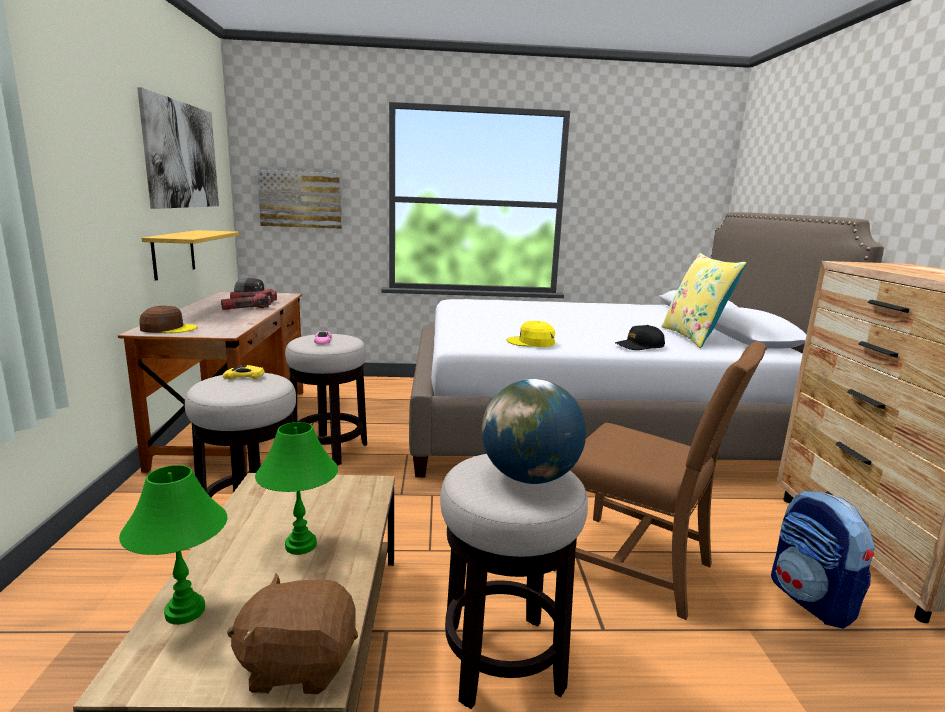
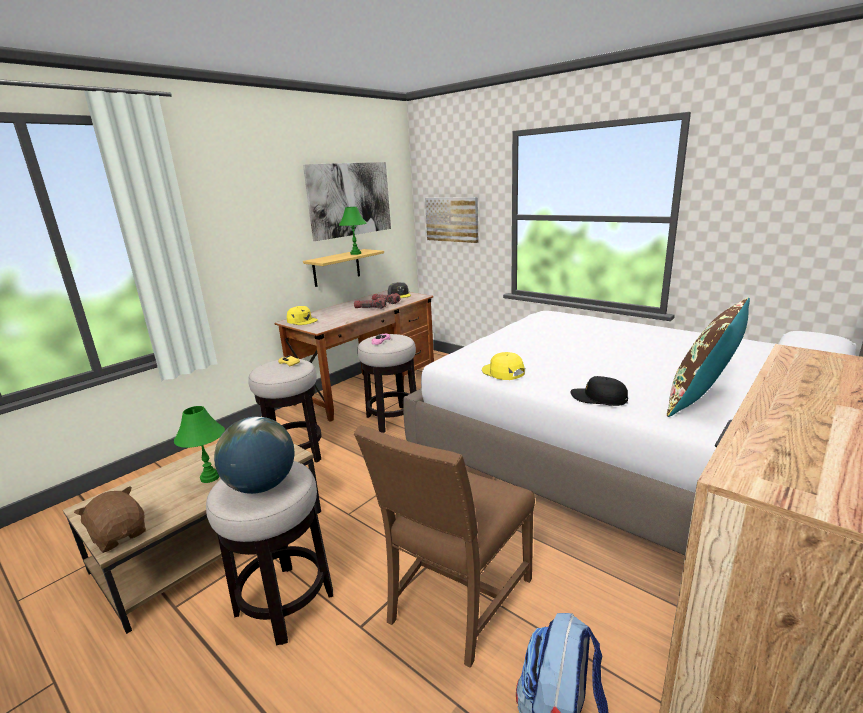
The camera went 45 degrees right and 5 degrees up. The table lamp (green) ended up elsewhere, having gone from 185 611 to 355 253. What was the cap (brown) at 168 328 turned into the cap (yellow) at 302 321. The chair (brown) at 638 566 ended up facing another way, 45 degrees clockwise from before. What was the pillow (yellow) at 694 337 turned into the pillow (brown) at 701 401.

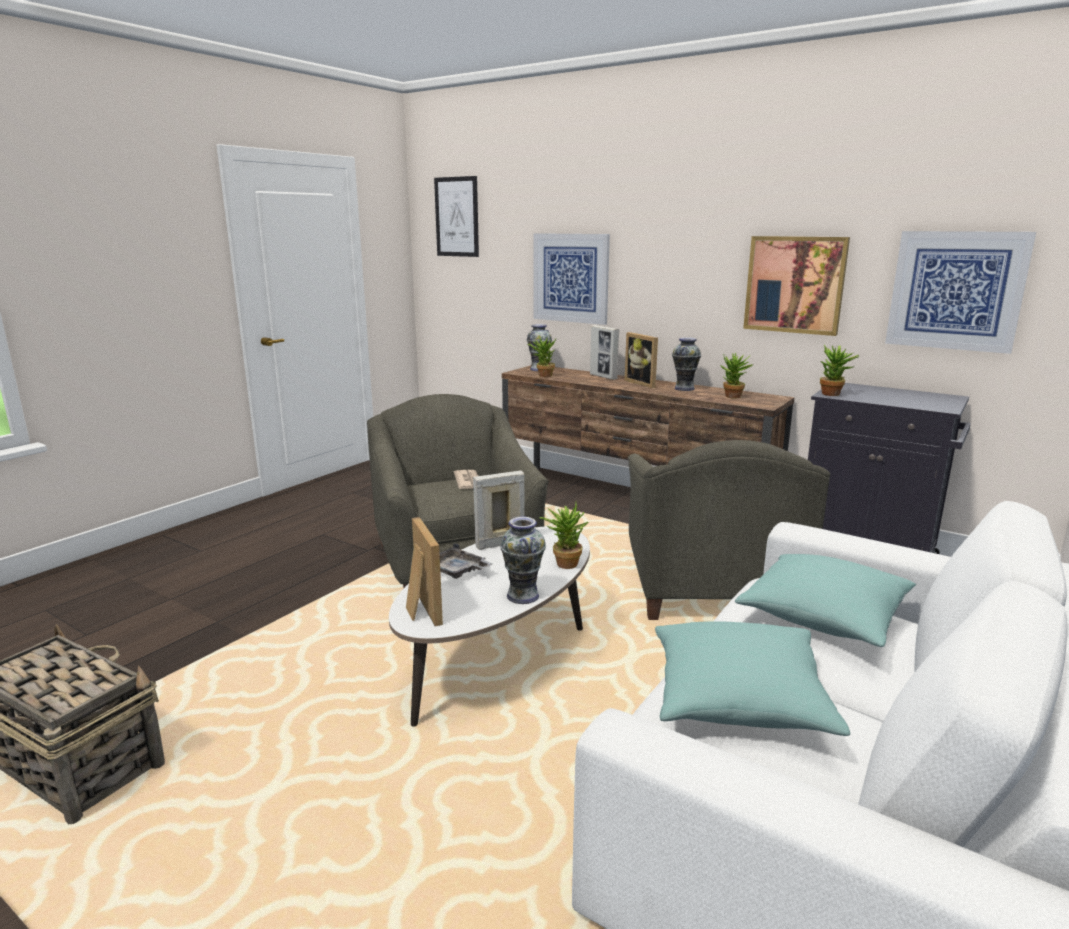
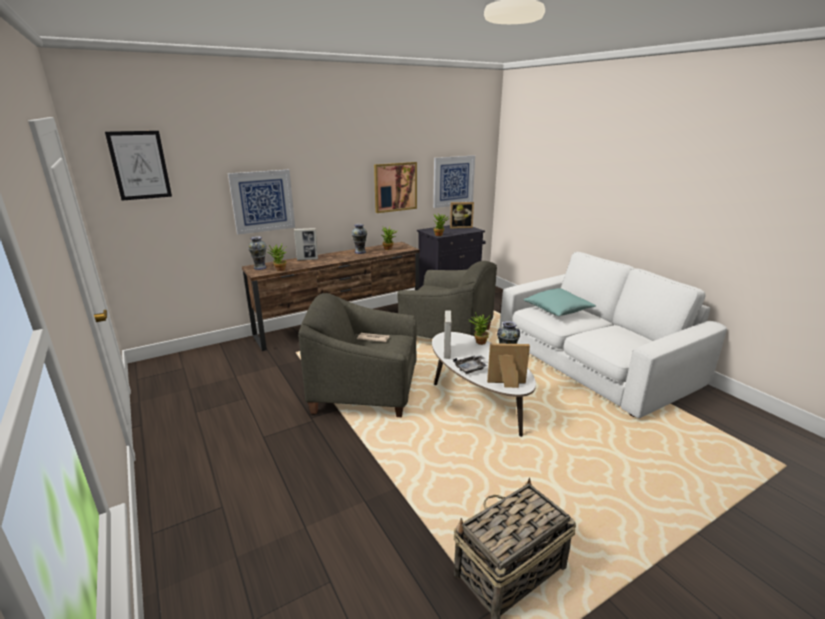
The camera went 65 degrees left and 5 degrees up. The picture frame ended up elsewhere, having gone from 643 383 to 460 227. The second view lost the pillow (turquoise) at 738 699.

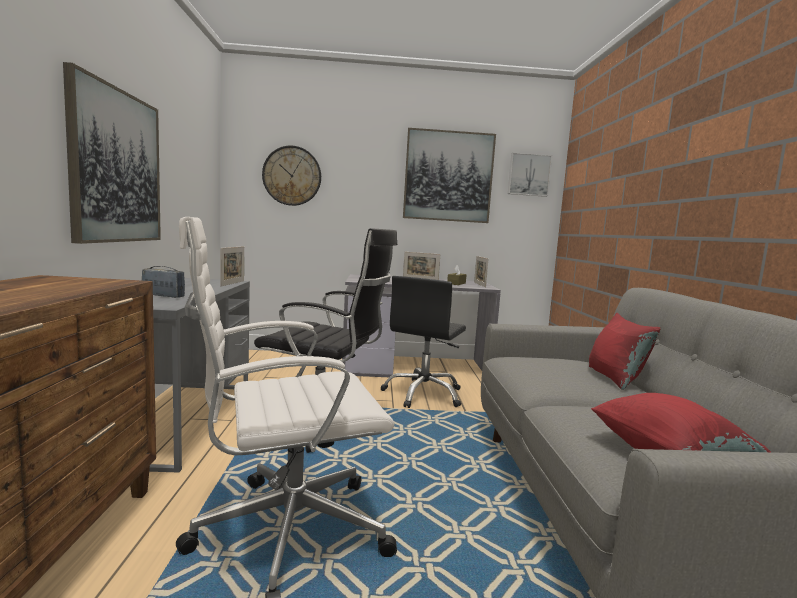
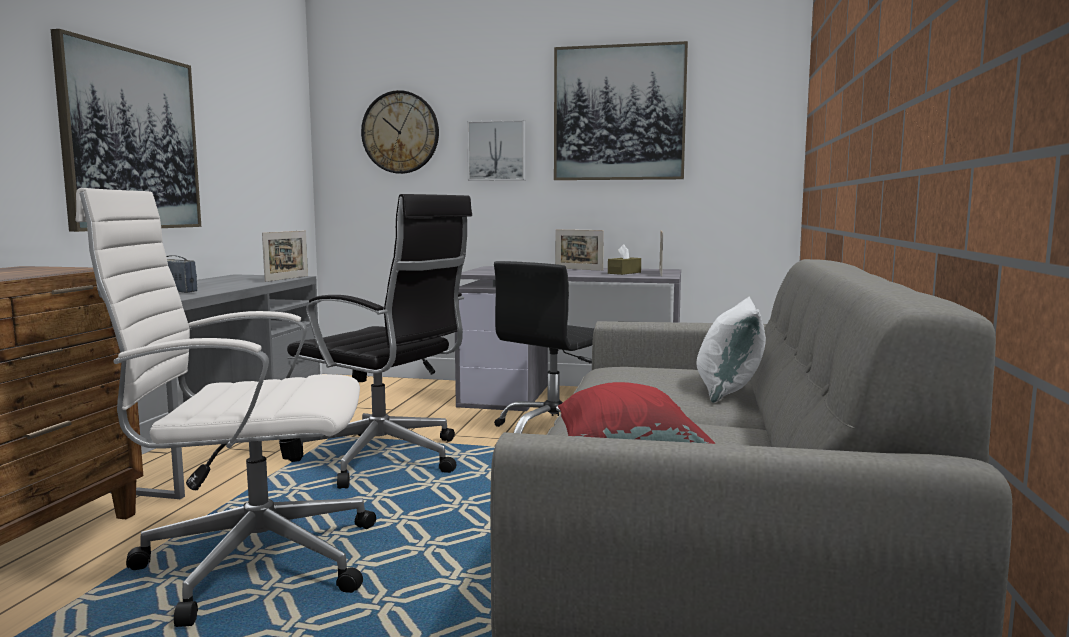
The camera went 15 degrees right and 0 degrees up. The picture ended up elsewhere, having gone from 528 175 to 497 151. What was the pillow (red) at 615 378 turned into the pillow (white) at 729 391.

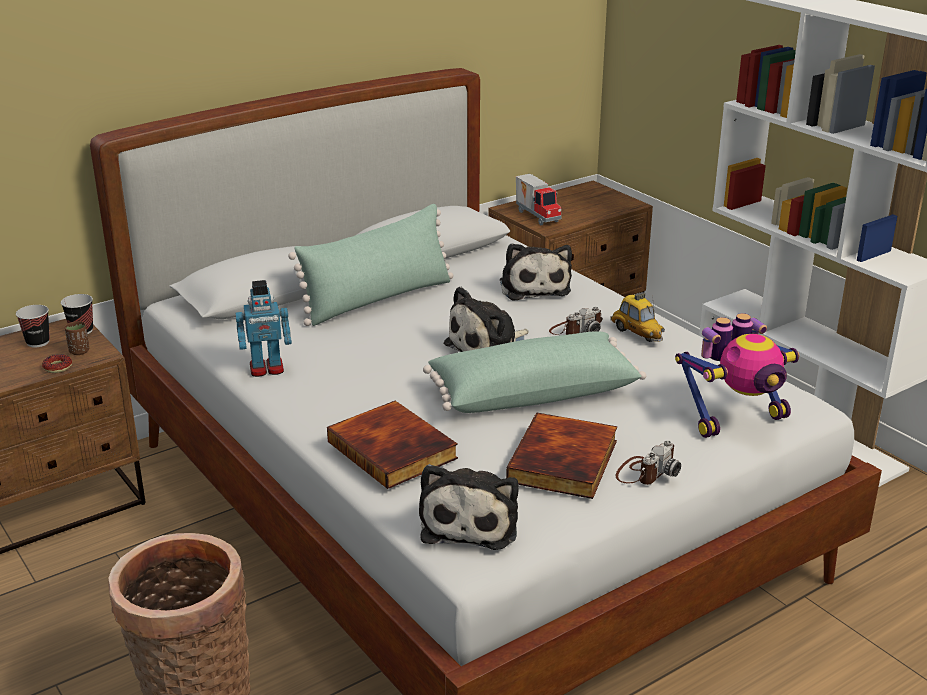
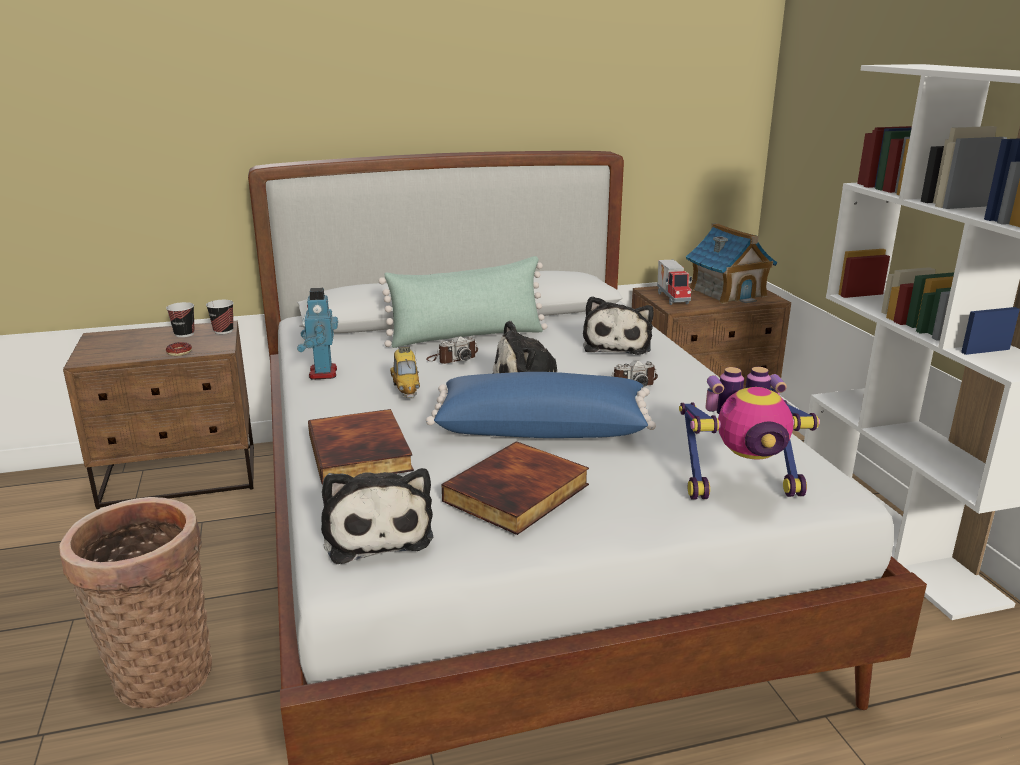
The camera went 20 degrees right and 5 degrees down. The second view lost the cup (brown) at 79 351. The toy robot at 267 369 ended up facing another way, 75 degrees clockwise from before. The plush toy at 470 522 ended up facing another way, 45 degrees counterclockwise from before. What was the pillow (green) at 532 393 turned into the pillow (blue) at 541 429. The toy car ended up elsewhere, having gone from 637 334 to 406 389. The photo camera ended up elsewhere, having gone from 645 472 to 452 359. The second view gained the toy house at 727 292.

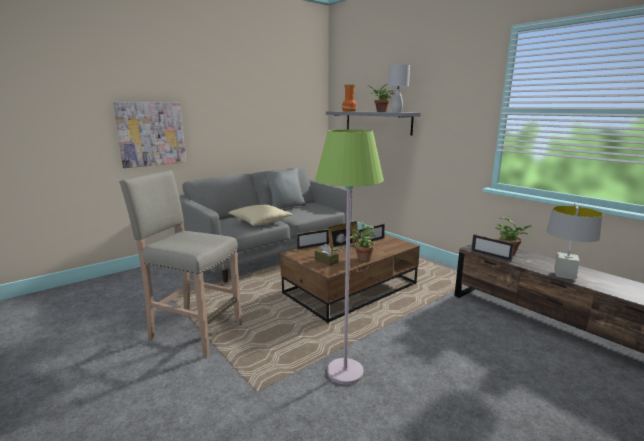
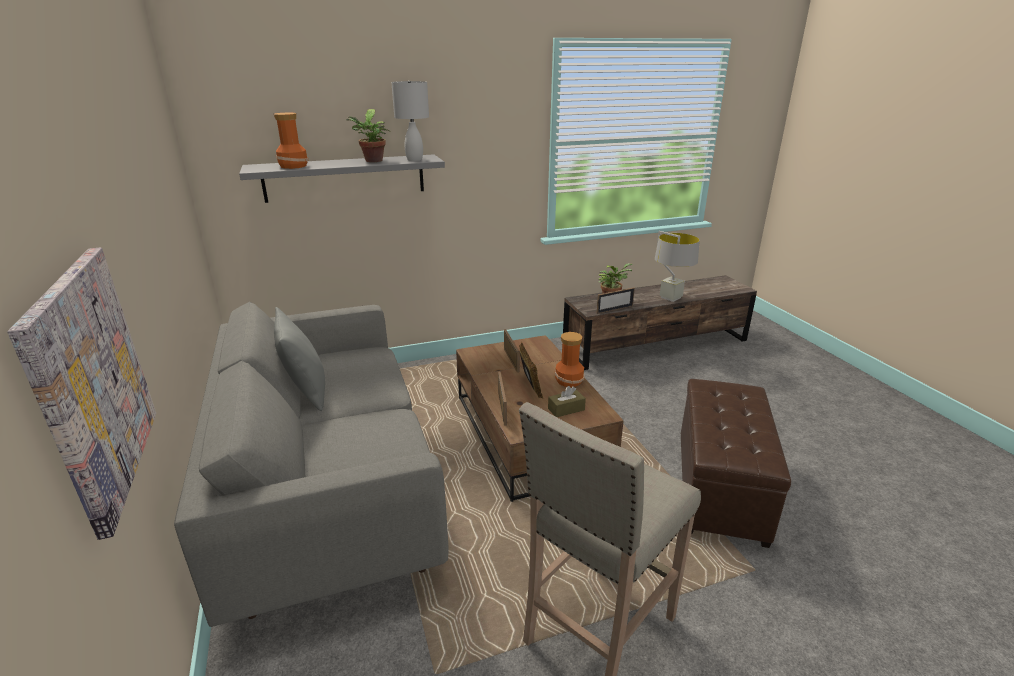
The camera went 70 degrees left and 10 degrees up. The second view lost the pillow (beige) at 260 222. Where the floor lamp (green) stood at 345 371, the ottoman (brown) came to stand at 718 488. Where the potted plant stood at 363 258, the vase came to stand at 568 380.

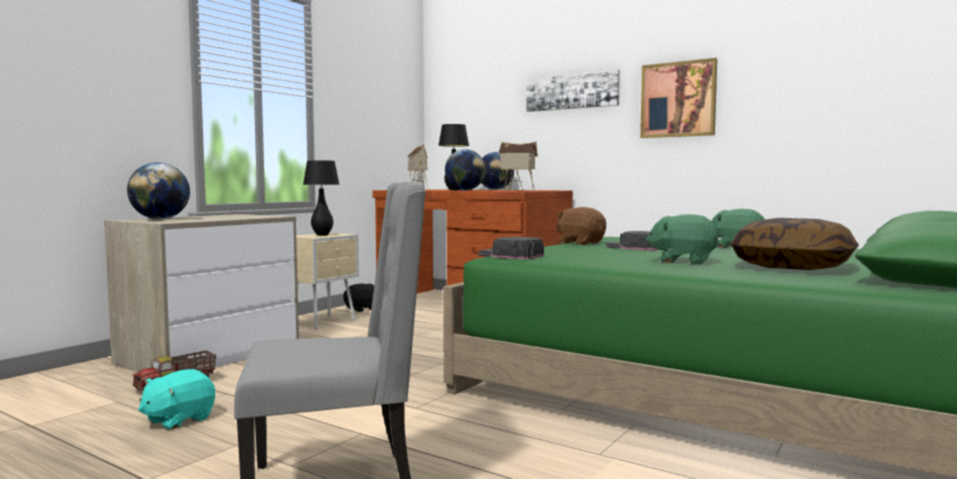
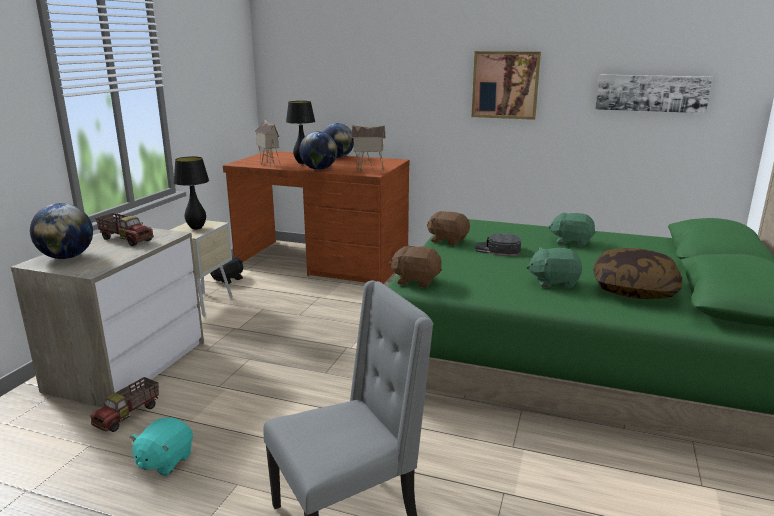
The camera went 15 degrees left and 15 degrees up. Where the cap (black) stood at 510 255, the plush toy (brown) came to stand at 416 281. The picture ended up elsewhere, having gone from 572 91 to 651 93. The second view gained the toy truck at 126 239.

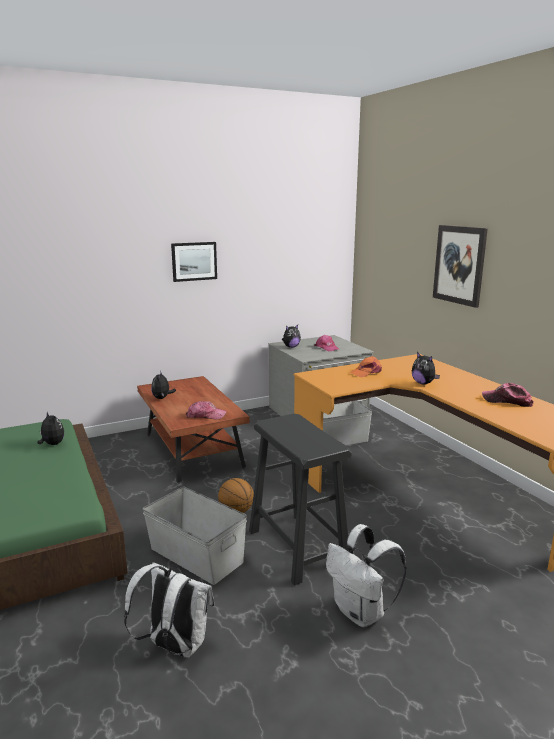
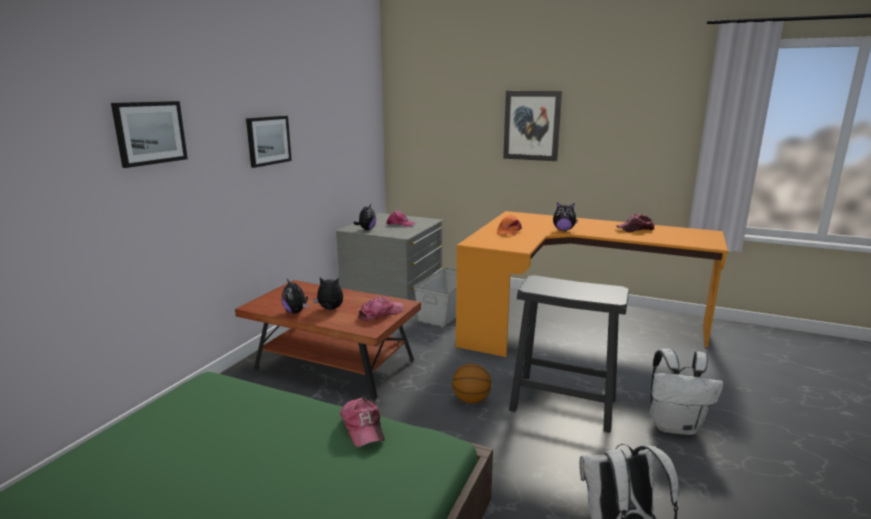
The camera went 40 degrees left and 0 degrees up. The plush toy ended up elsewhere, having gone from 52 444 to 330 309. The second view lost the storage box (grey) at 196 554. The second view gained the picture at 150 133. The second view gained the cap at 363 428.

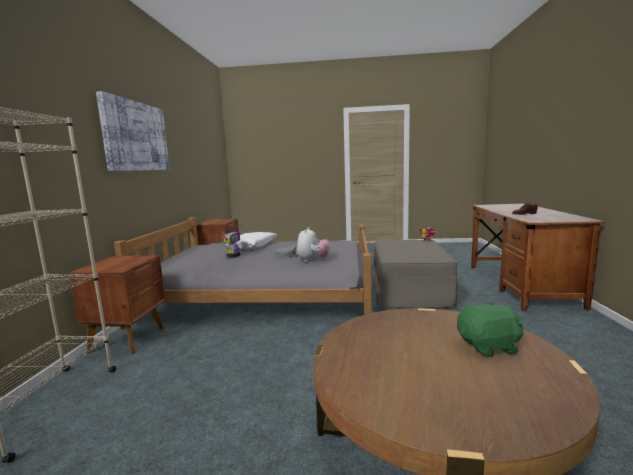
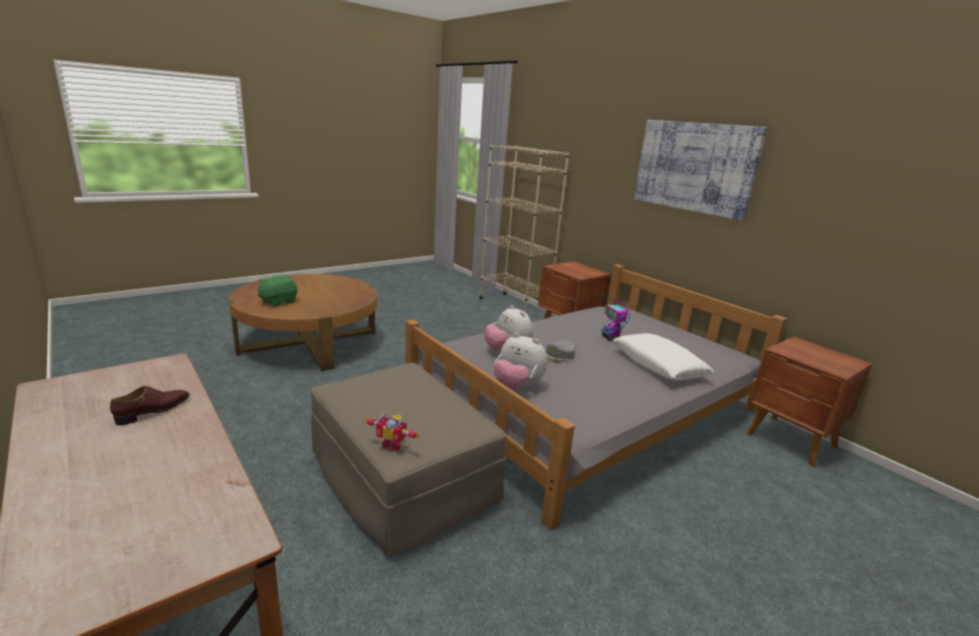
The camera went 135 degrees right and 10 degrees up. The second view gained the plush toy at 517 386.

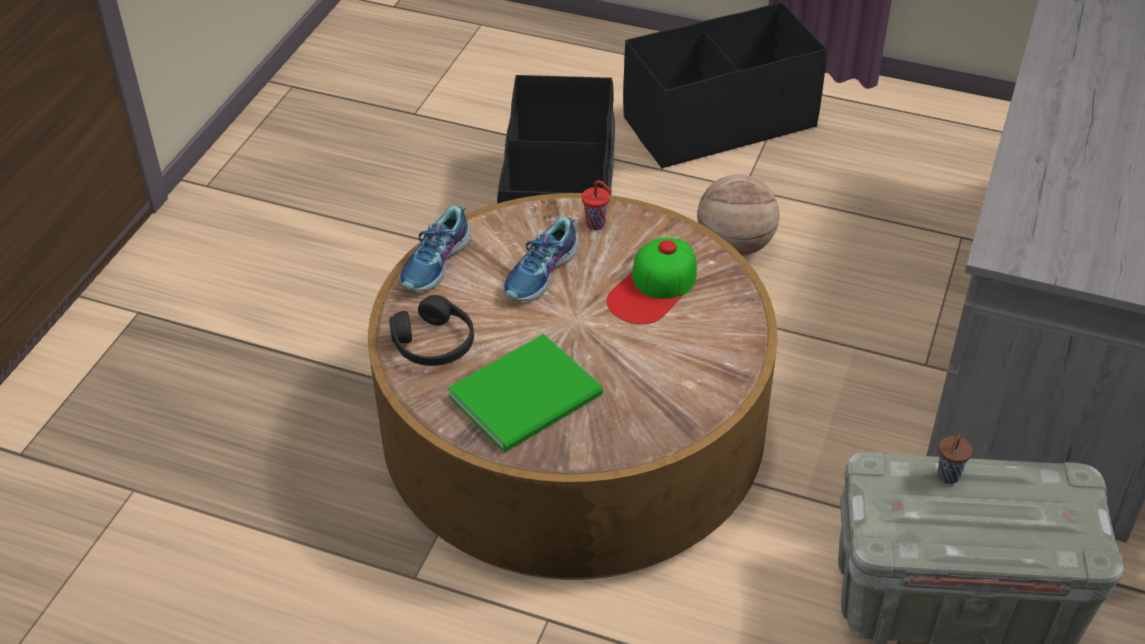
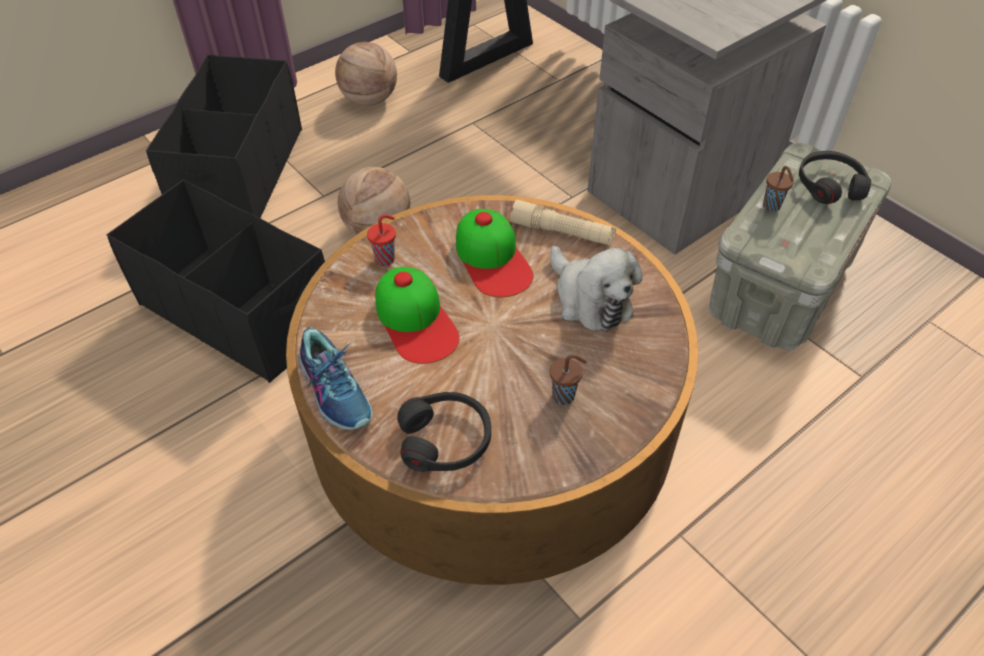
The camera went 60 degrees left and 5 degrees up. Where the book (green) stood at 530 396, the cup (brown) came to stand at 565 396. Where the shoe stood at 542 273, the cap came to stand at 416 320. The second view gained the basketball at 369 100. The second view gained the flashlight (beige) at 562 232. The second view gained the plush toy at 589 299. The second view gained the headphones (black) at 829 185.

